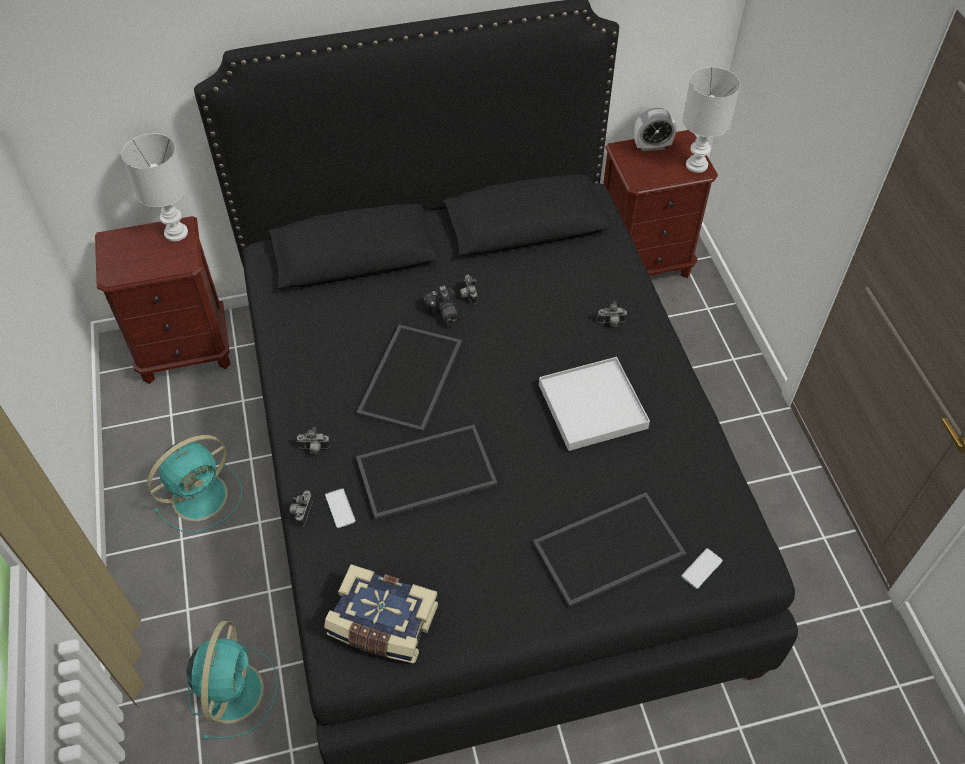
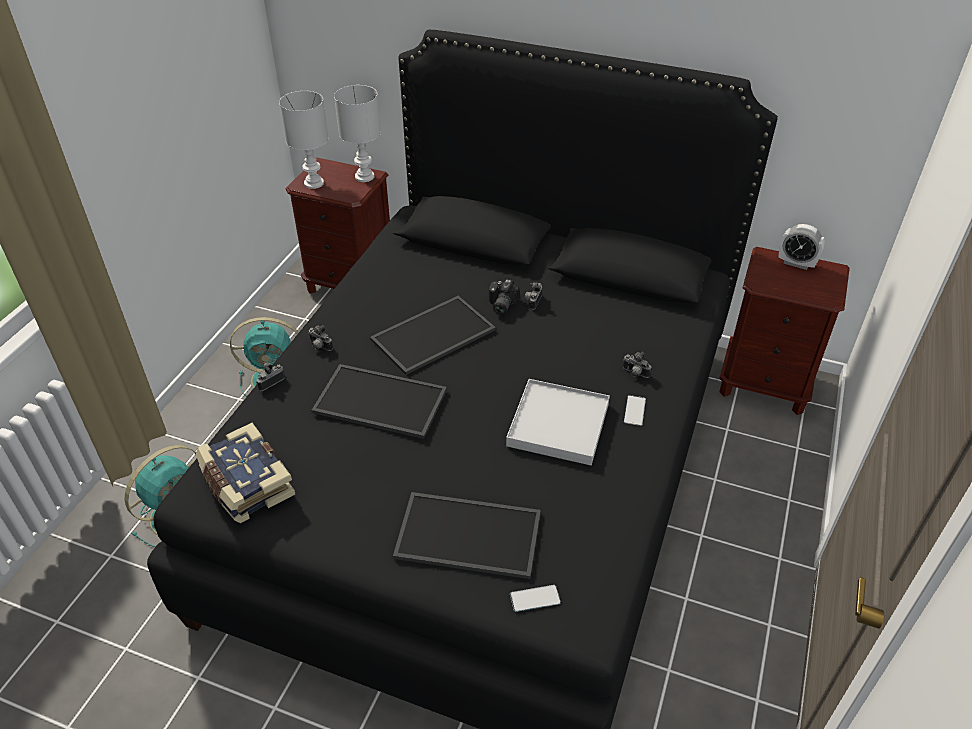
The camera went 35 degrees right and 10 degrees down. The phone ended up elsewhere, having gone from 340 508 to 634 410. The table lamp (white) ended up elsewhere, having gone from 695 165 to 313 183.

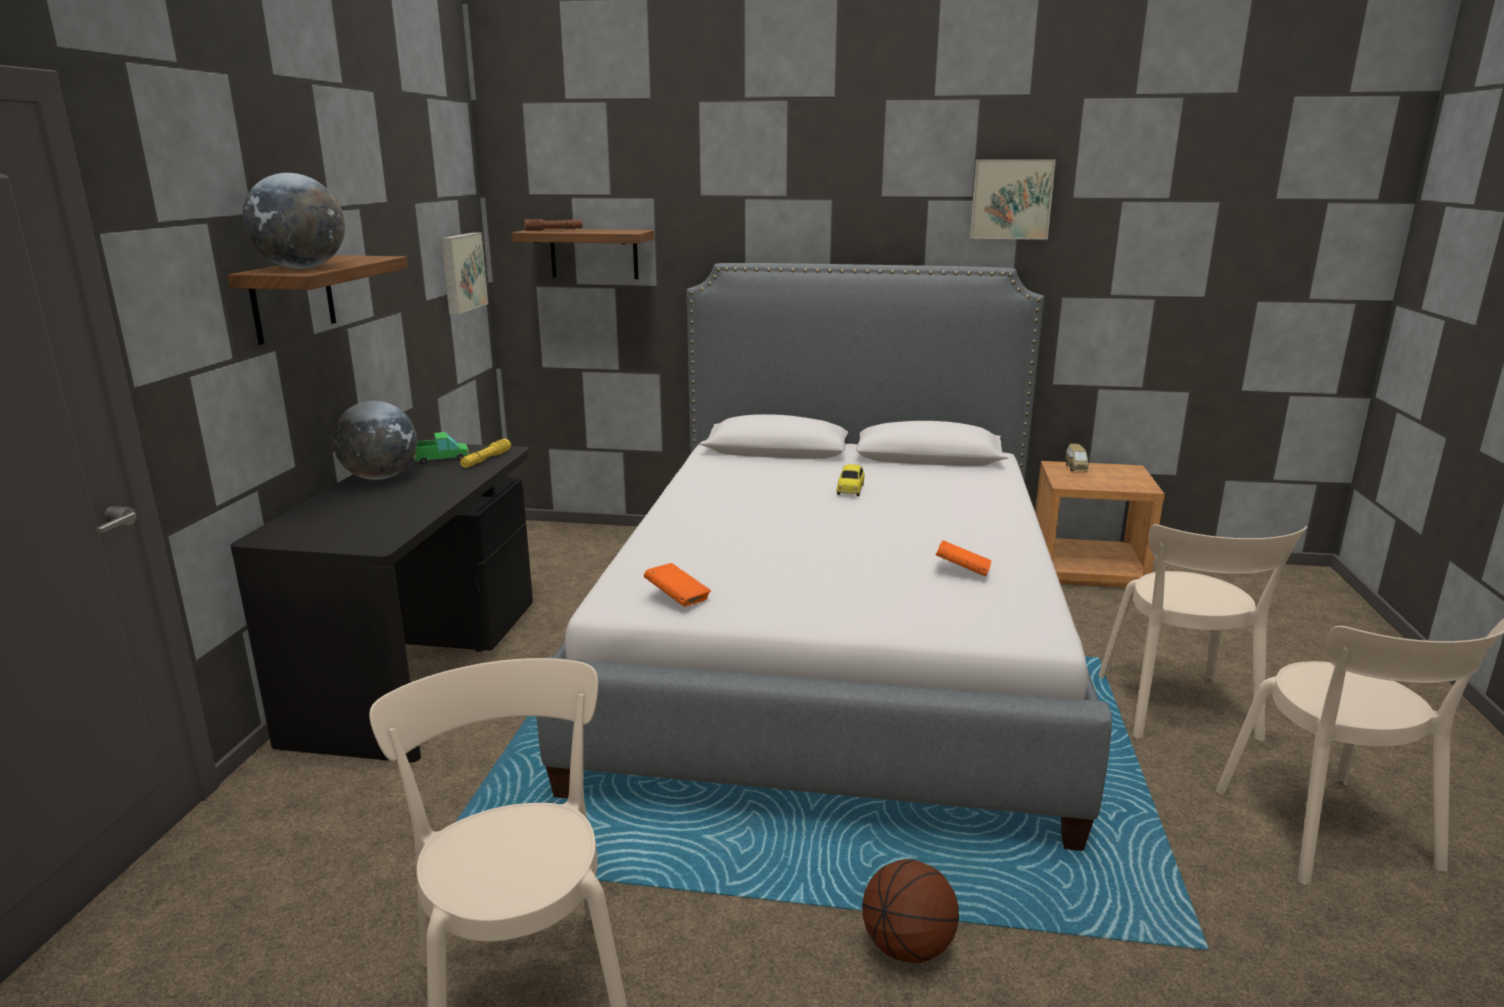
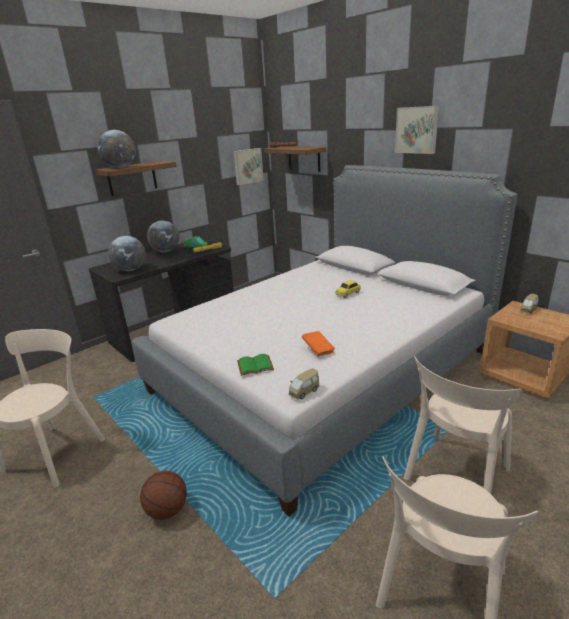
The camera went 40 degrees right and 5 degrees up. The second view lost the book (orange) at 677 599. The picture ended up elsewhere, having gone from 1011 199 to 417 130. The second view gained the globe at 131 270. The second view gained the book (green) at 254 366. The second view gained the toy car at 304 392.

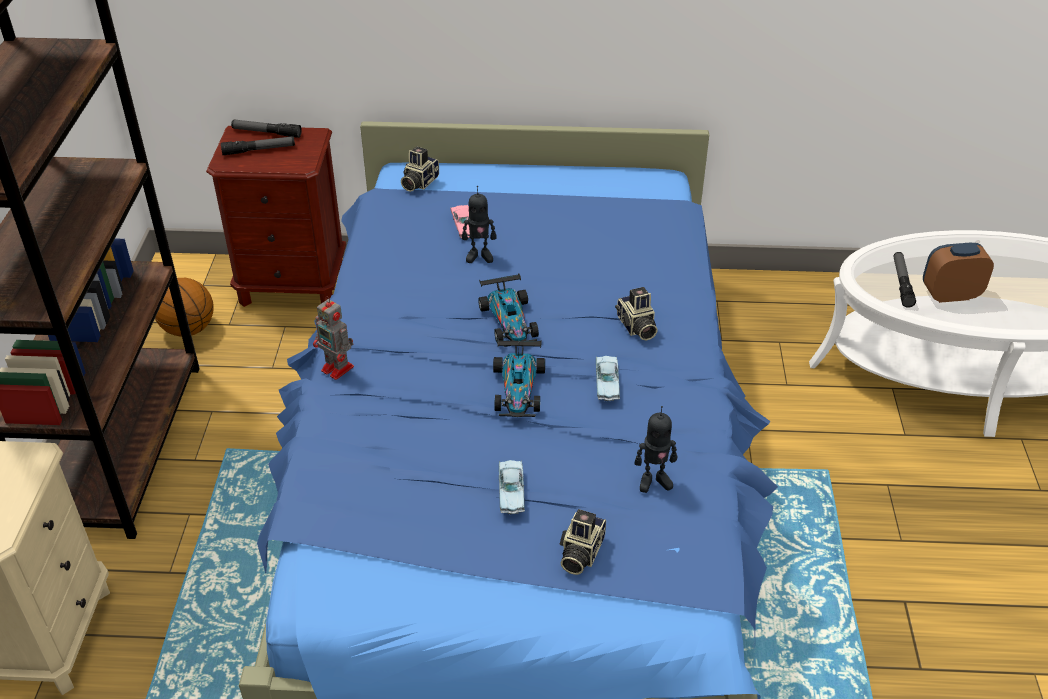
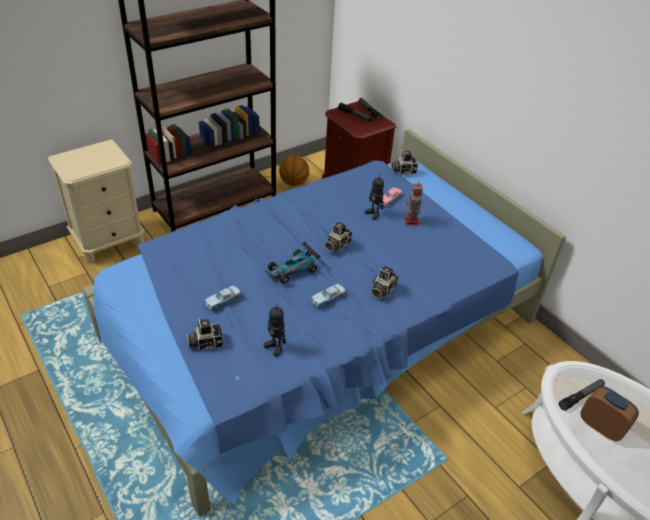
The camera went 50 degrees right and 0 degrees up. The toy robot ended up elsewhere, having gone from 338 369 to 411 222. Where the toy car stood at 509 321, the photo camera came to stand at 336 244.

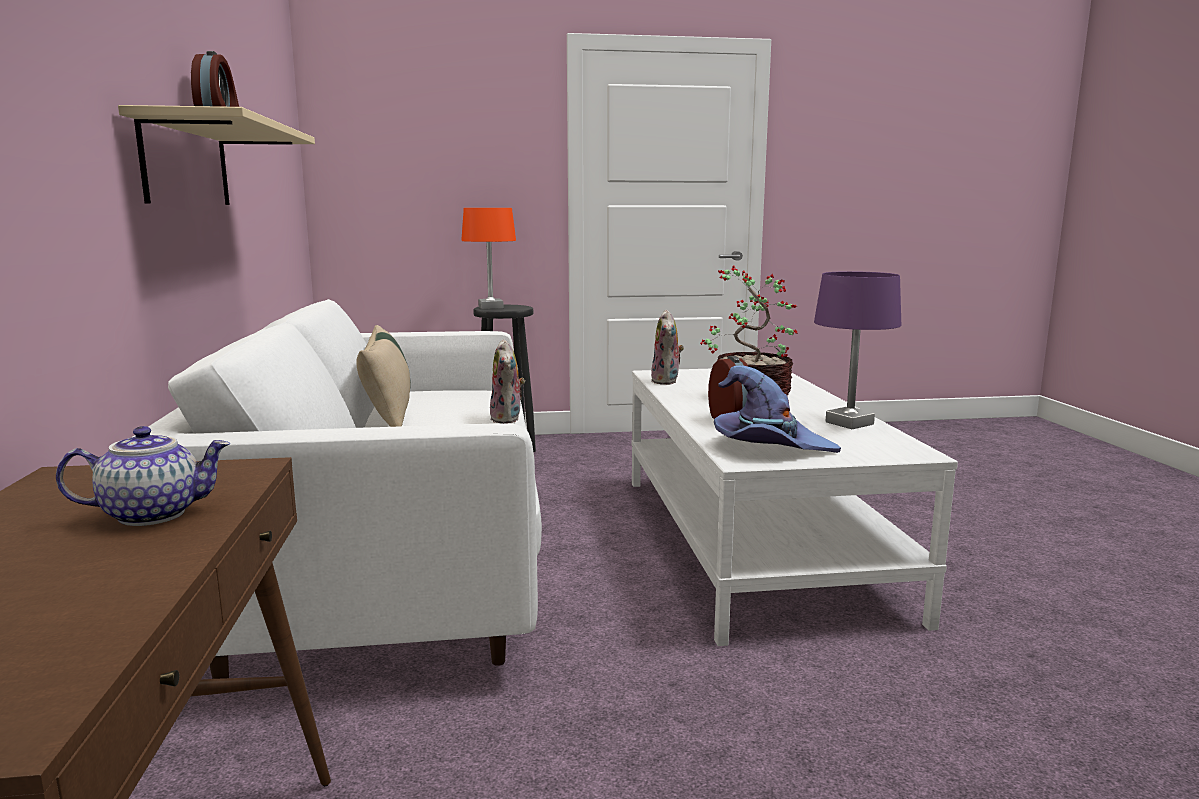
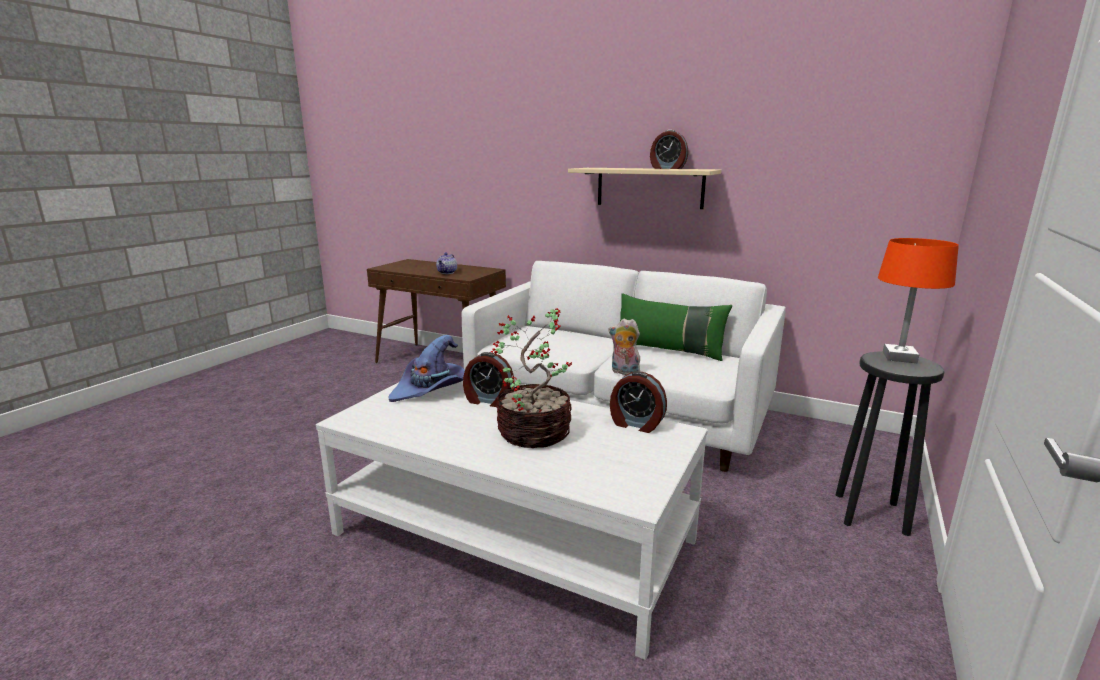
The camera went 125 degrees right and 5 degrees up. What was the pillow (beige) at 389 414 turned into the pillow (green) at 669 350. Where the plush toy stood at 667 381, the alarm clock came to stand at 636 424. The second view lost the table lamp (purple) at 849 423.

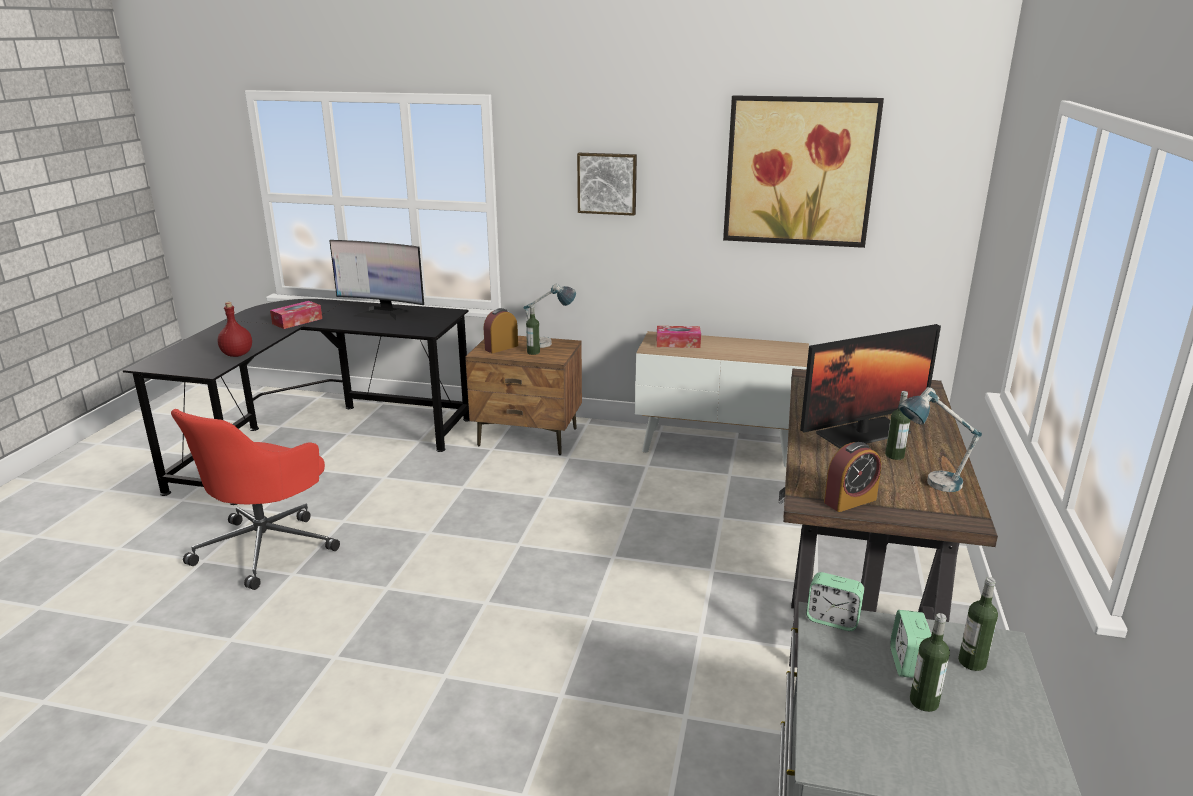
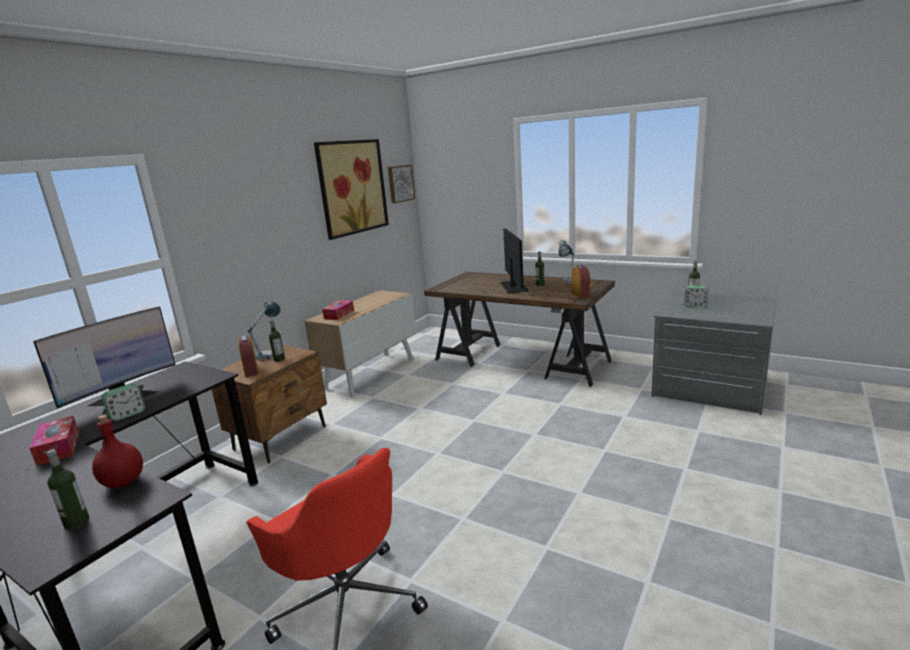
The camera went 70 degrees left and 5 degrees down. The picture ended up elsewhere, having gone from 607 183 to 400 183. The alarm clock ended up elsewhere, having gone from 832 620 to 127 414. The bottle ended up elsewhere, having gone from 924 702 to 77 522.

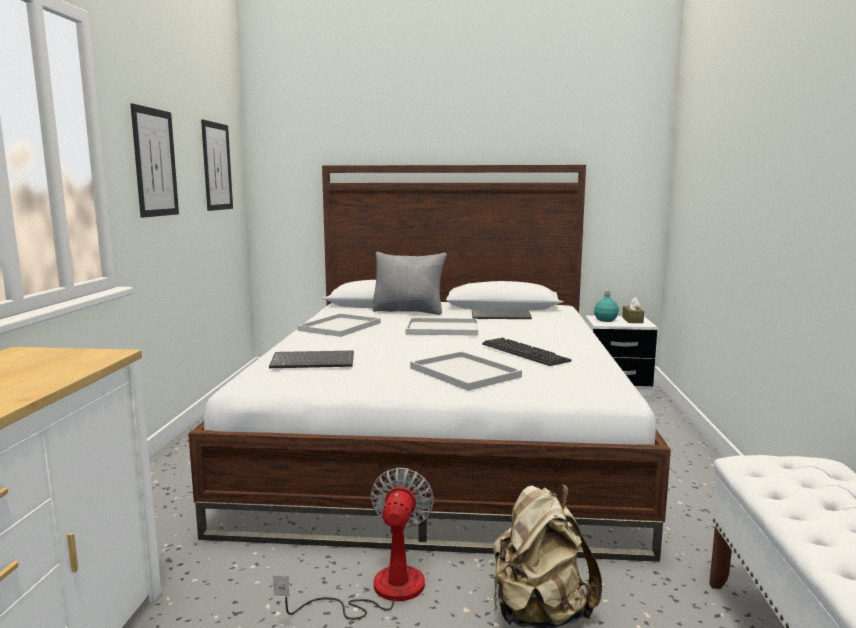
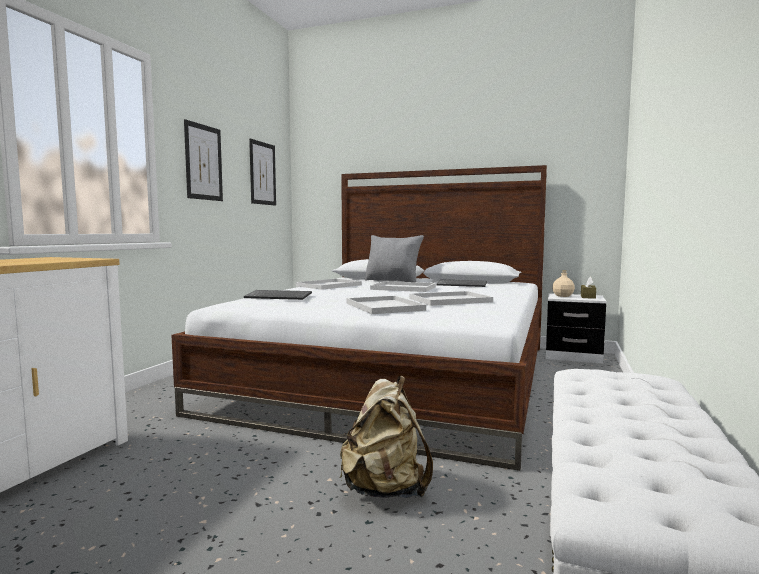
The camera went 15 degrees right and 5 degrees down. The second view lost the fan at 380 591. Where the keyboard stood at 524 353, the tray (white) came to stand at 449 300. What was the bottle (turquoise) at 605 320 turned into the bottle (beige) at 562 296.

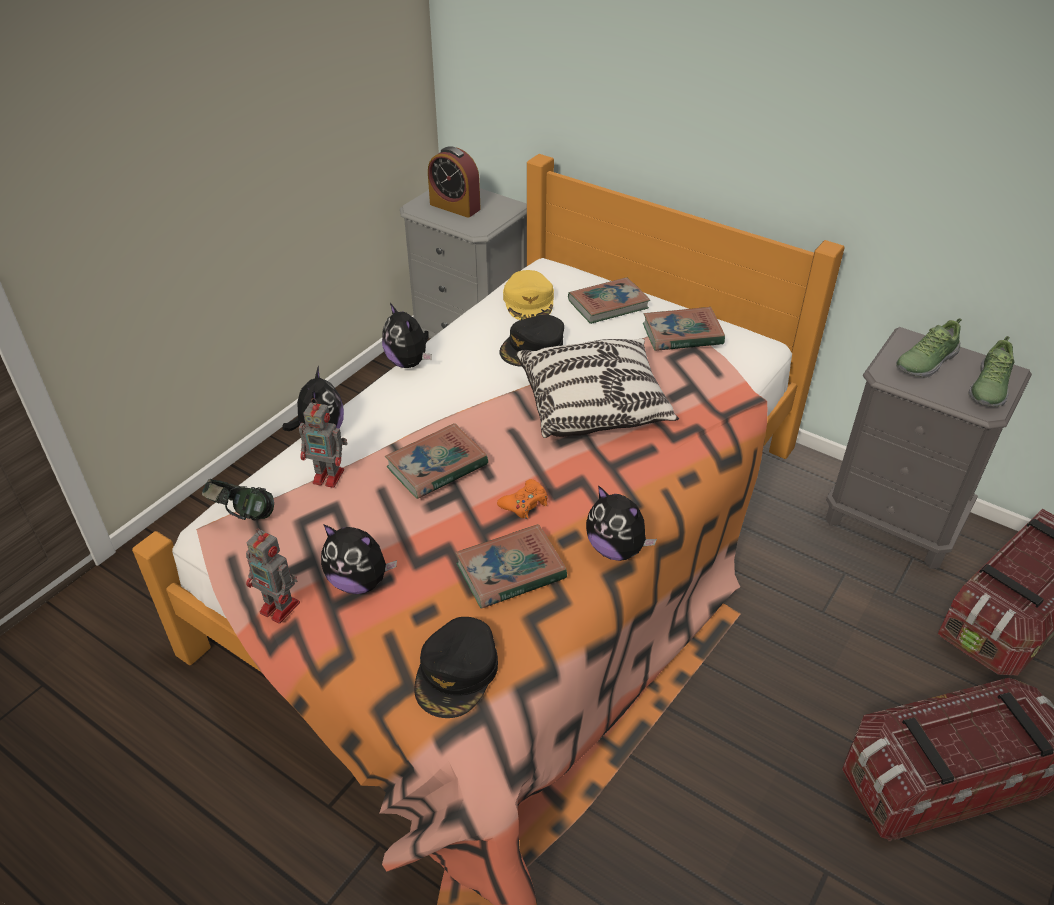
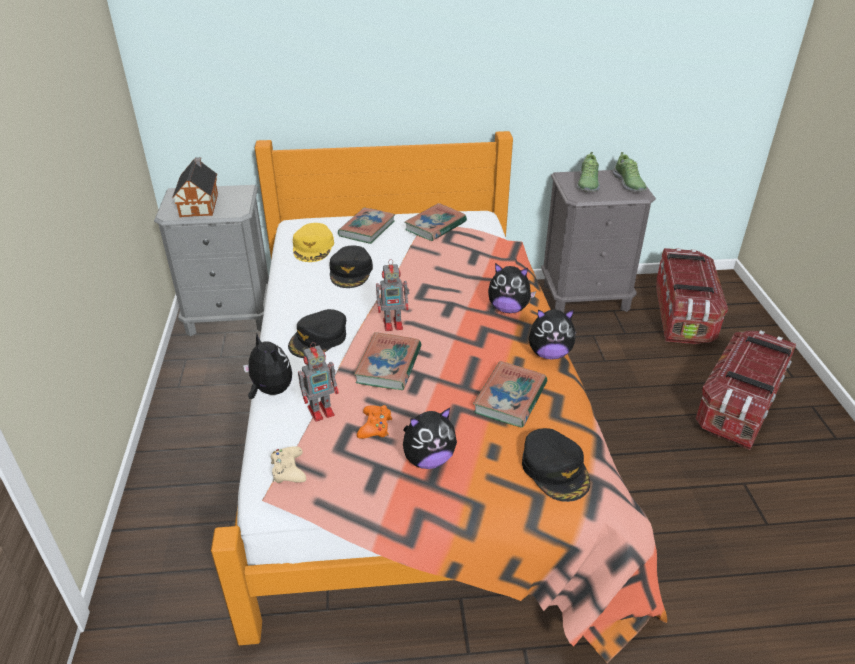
The camera went 40 degrees left and 5 degrees down. Where the headphones stood at 242 515, the game controller (beige) came to stand at 288 470. The toy robot ended up elsewhere, having gone from 281 608 to 394 324. The plush toy ended up elsewhere, having gone from 409 362 to 508 309. Where the alarm clock stood at 455 207, the toy house came to stand at 200 204. The game controller (orange) ended up elsewhere, having gone from 524 504 to 375 426. The cap (yellow) at 529 302 ended up facing another way, 45 degrees clockwise from before. The second view lost the pillow at 593 405. The second view gained the cap (black) at 319 339.

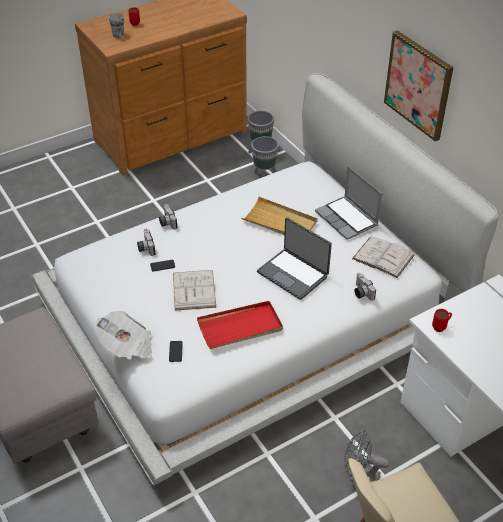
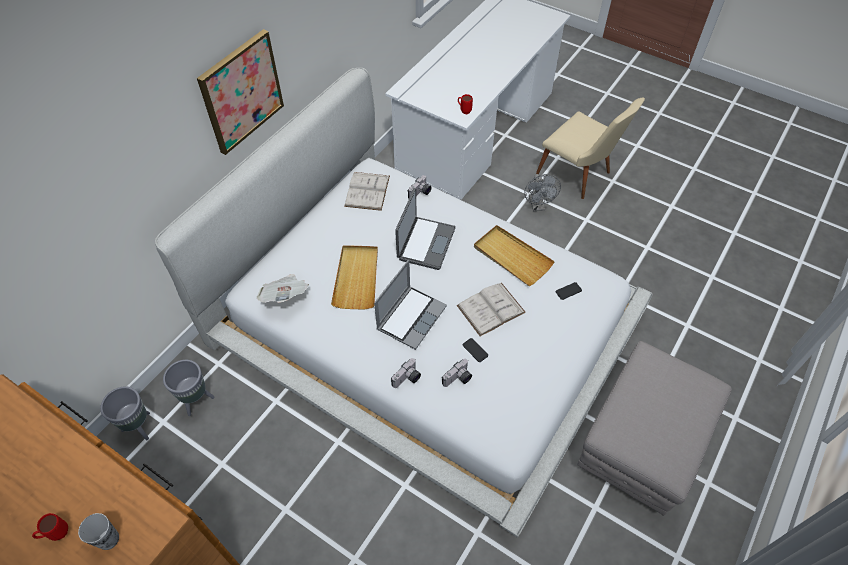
The camera went 115 degrees left and 10 degrees up. The newspaper ended up elsewhere, having gone from 127 346 to 285 296. What was the tray (red) at 240 327 turned into the tray (beige) at 512 257. The laptop ended up elsewhere, having gone from 347 219 to 411 317.

